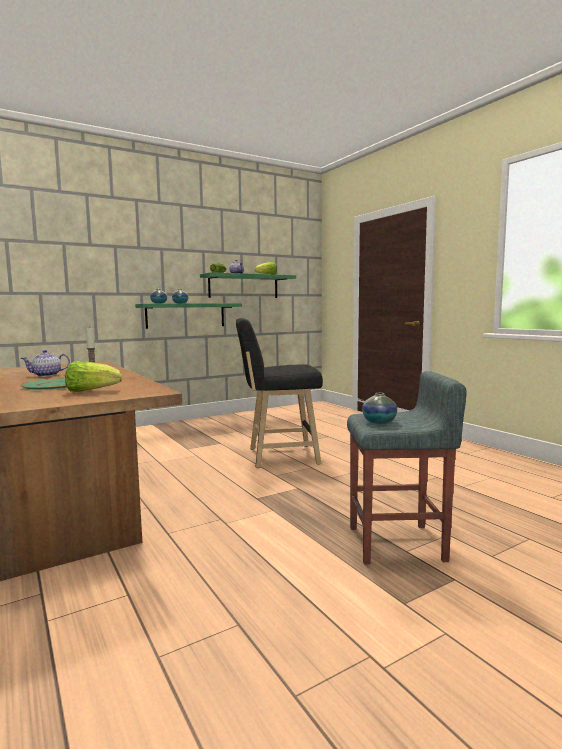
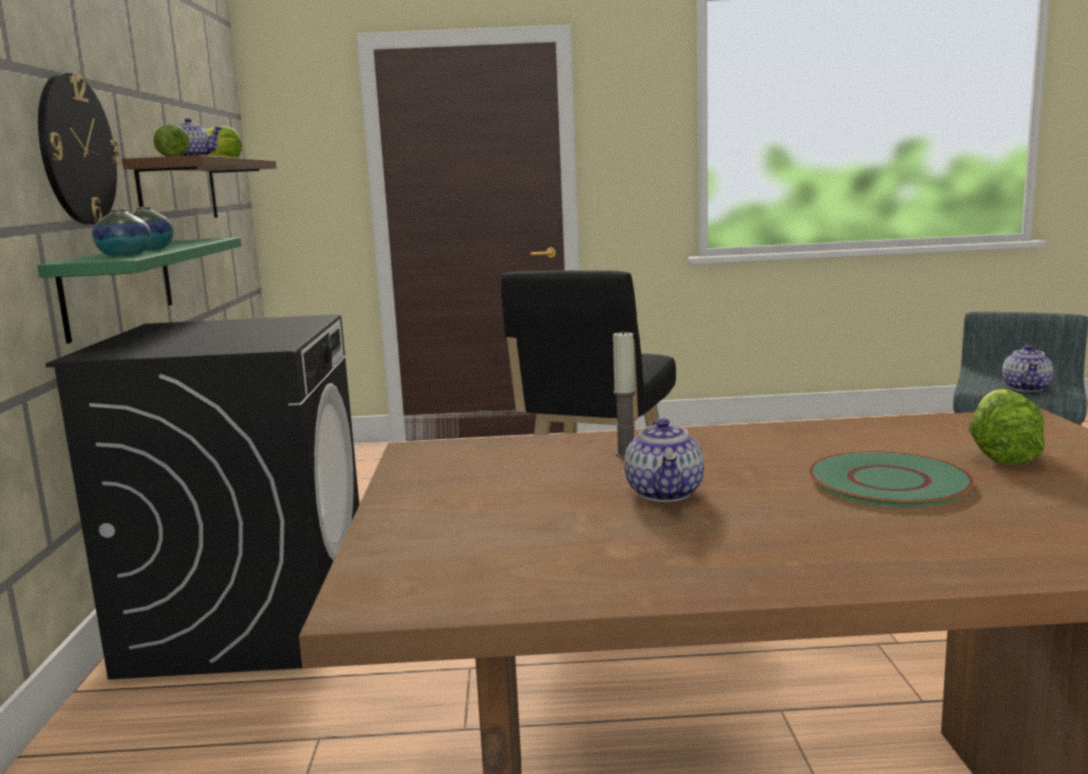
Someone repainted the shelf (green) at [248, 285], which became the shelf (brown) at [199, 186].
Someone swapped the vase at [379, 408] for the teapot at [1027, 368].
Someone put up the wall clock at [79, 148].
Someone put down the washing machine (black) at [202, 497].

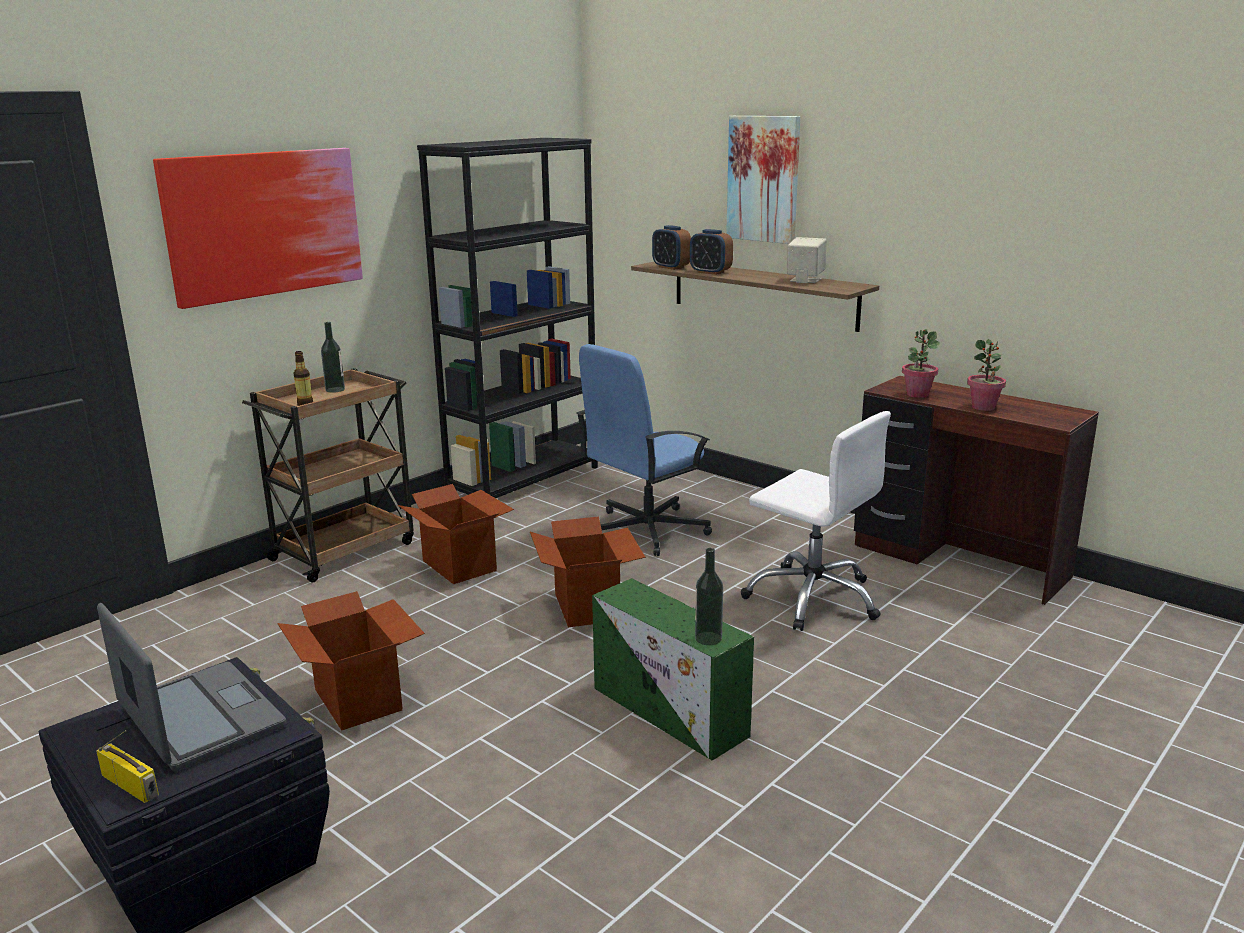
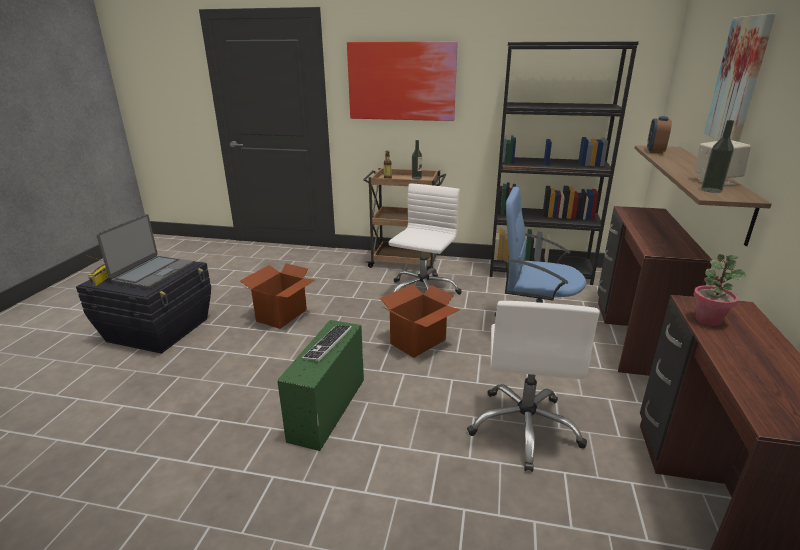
Someone took away the alarm clock at [711, 252].
Someone took away the potted plant at [986, 375].
Someone swapped the cardboard box at [456, 534] for the office chair (white) at [425, 239].
Someone carried the bottle from [709, 596] to [717, 156].
Someone put down the desk (brown) at [655, 291].
Someone put down the keyboard at [327, 343].

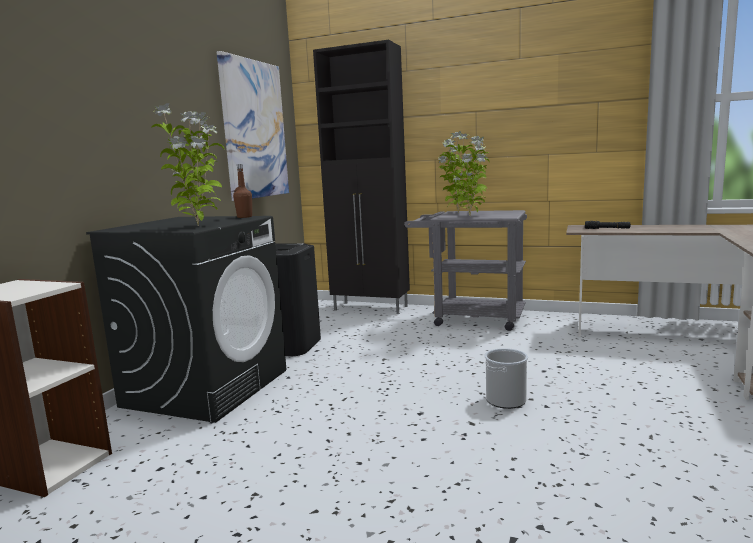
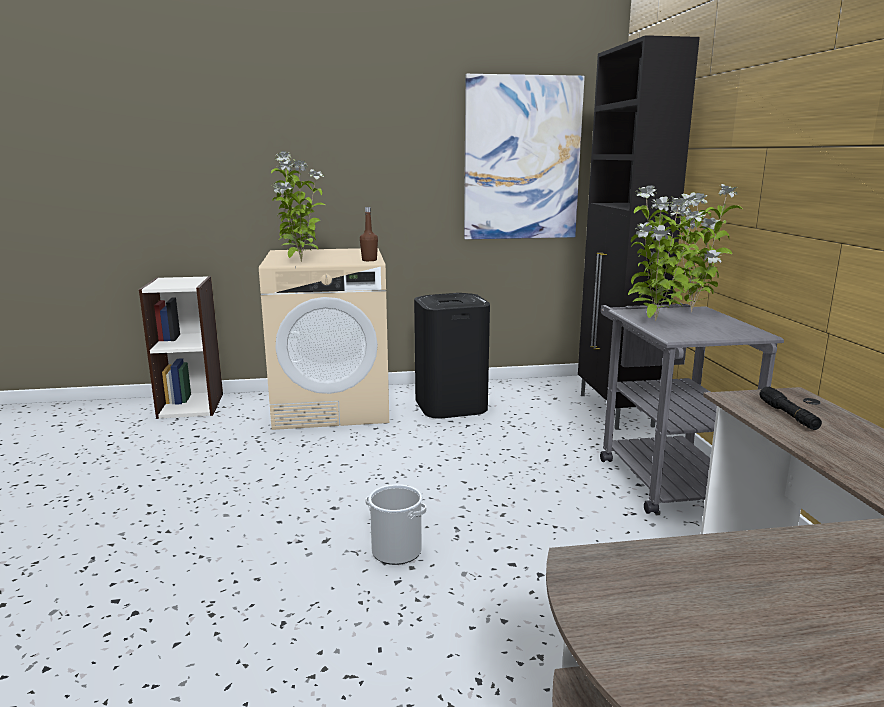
Someone repainted the washing machine (black) at [186, 319], which became the washing machine (beige) at [324, 339].

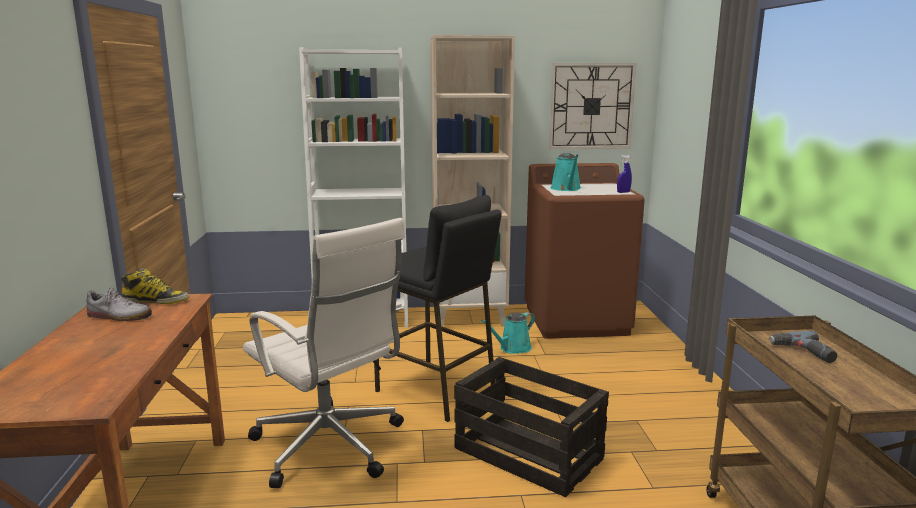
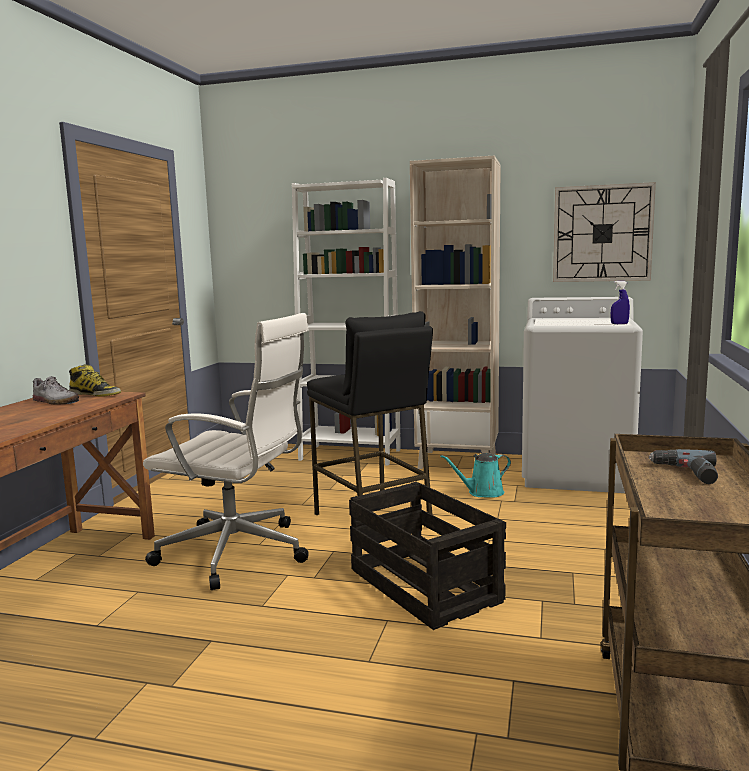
Someone took away the watering can (turquoise) at [566, 172].
Someone repainted the washing machine (brown) at [584, 251], which became the washing machine (white) at [582, 395].
Someone rotated the office chair (white) at [324, 353] by 45 degrees counterclockwise.

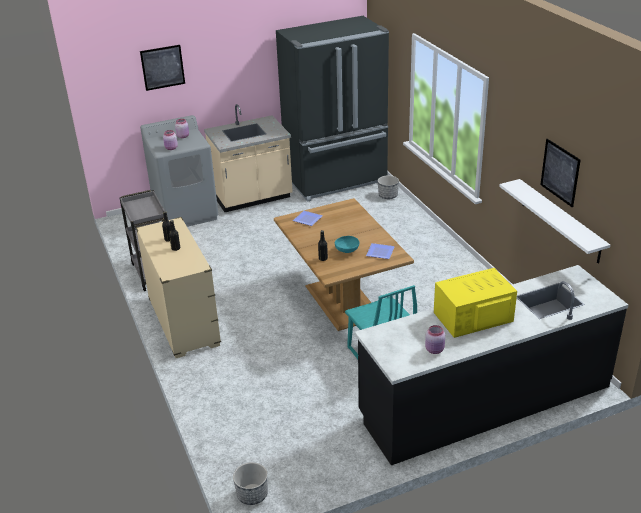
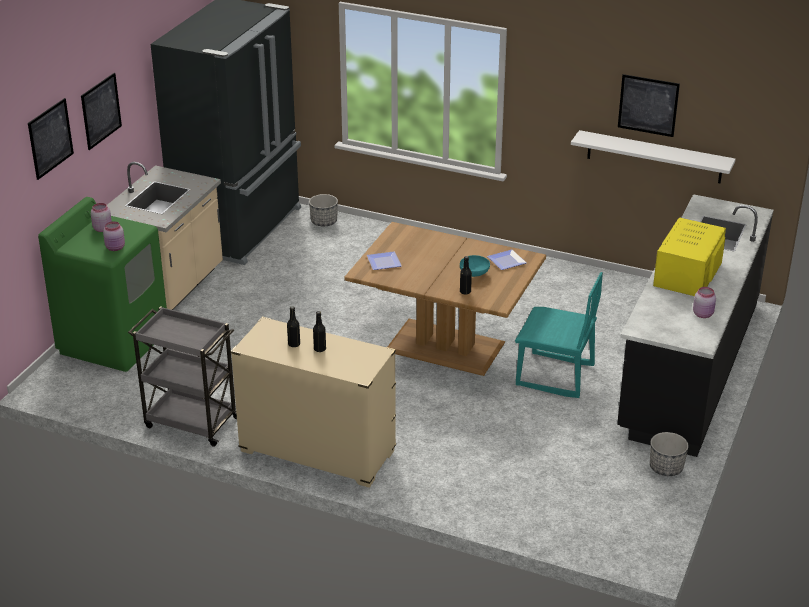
Someone repainted the washing machine (grey) at [179, 171], which became the washing machine (green) at [102, 284].
Someone carried the planter from [250, 483] to [669, 454].
Someone put up the picture at [101, 111].

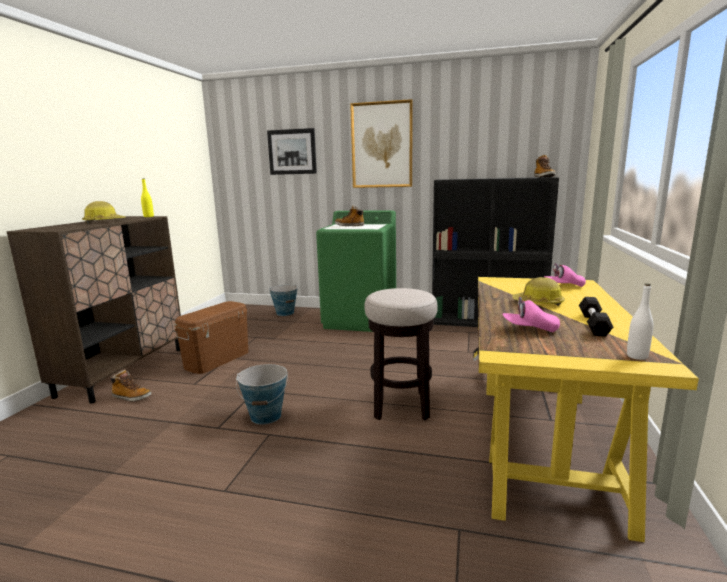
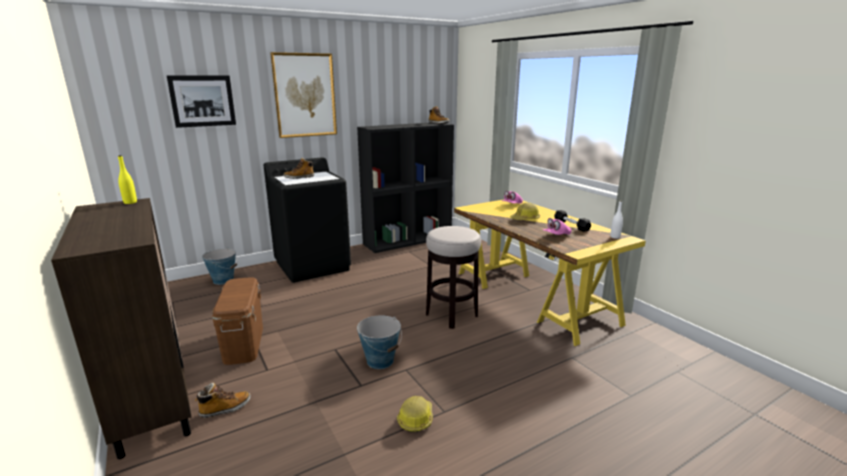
Someone carried the hard hat from [104, 212] to [415, 414].
Someone repainted the washing machine (green) at [356, 271], which became the washing machine (black) at [307, 220].

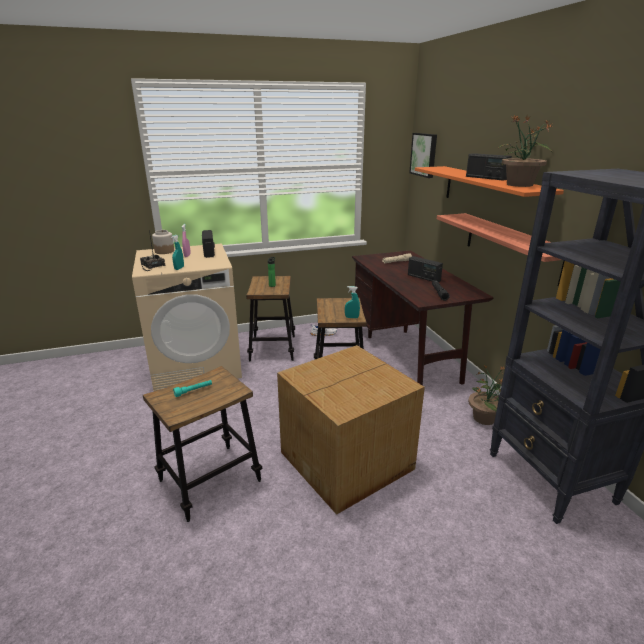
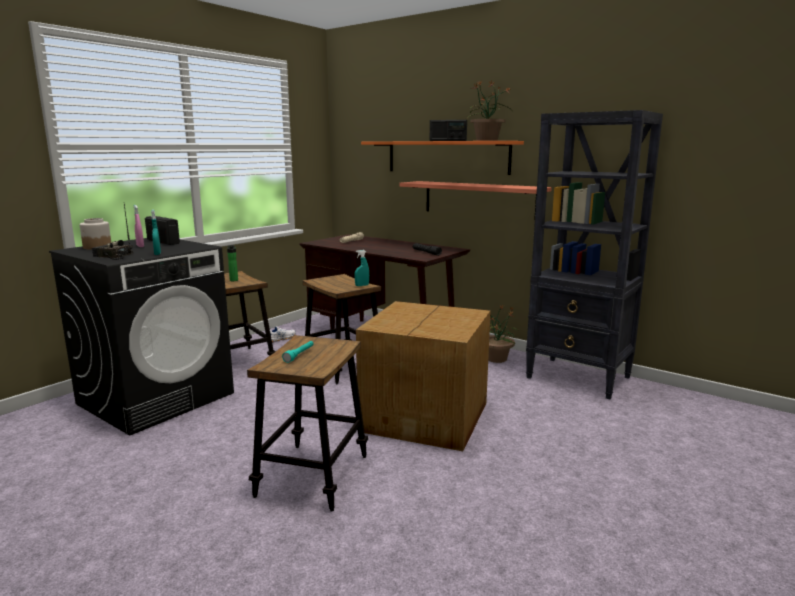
Someone took away the picture at [423, 155].
Someone repainted the washing machine (beige) at [187, 317], which became the washing machine (black) at [141, 337].
Someone took away the radio at [425, 269].

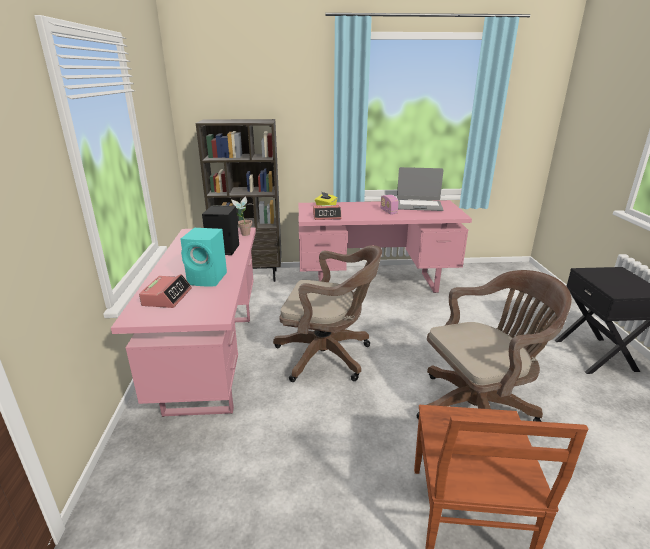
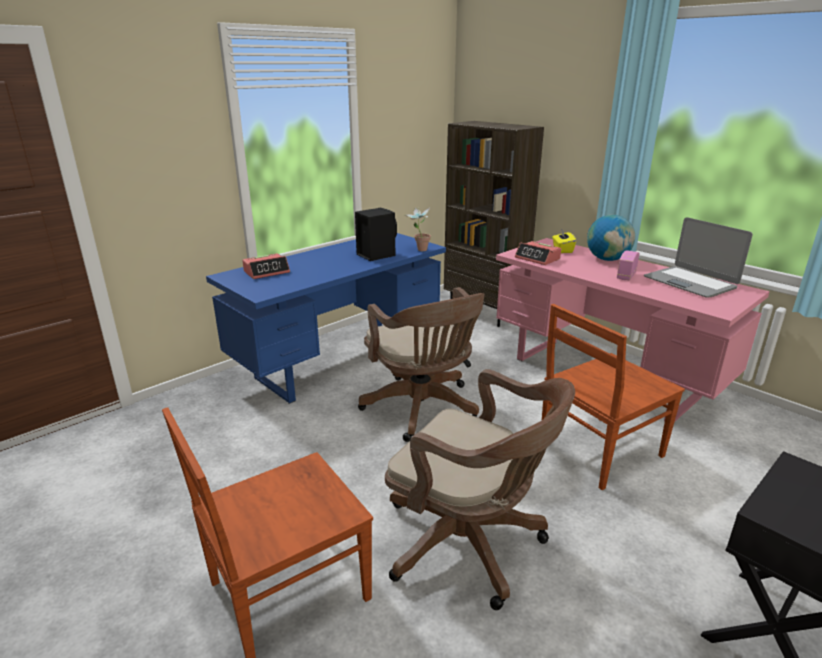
Someone repainted the desk (pink) at [183, 322], which became the desk (blue) at [326, 318].
Someone took away the speaker (turquoise) at [203, 257].
Someone put down the globe at [611, 238].
Someone put down the chair (brown) at [613, 397].

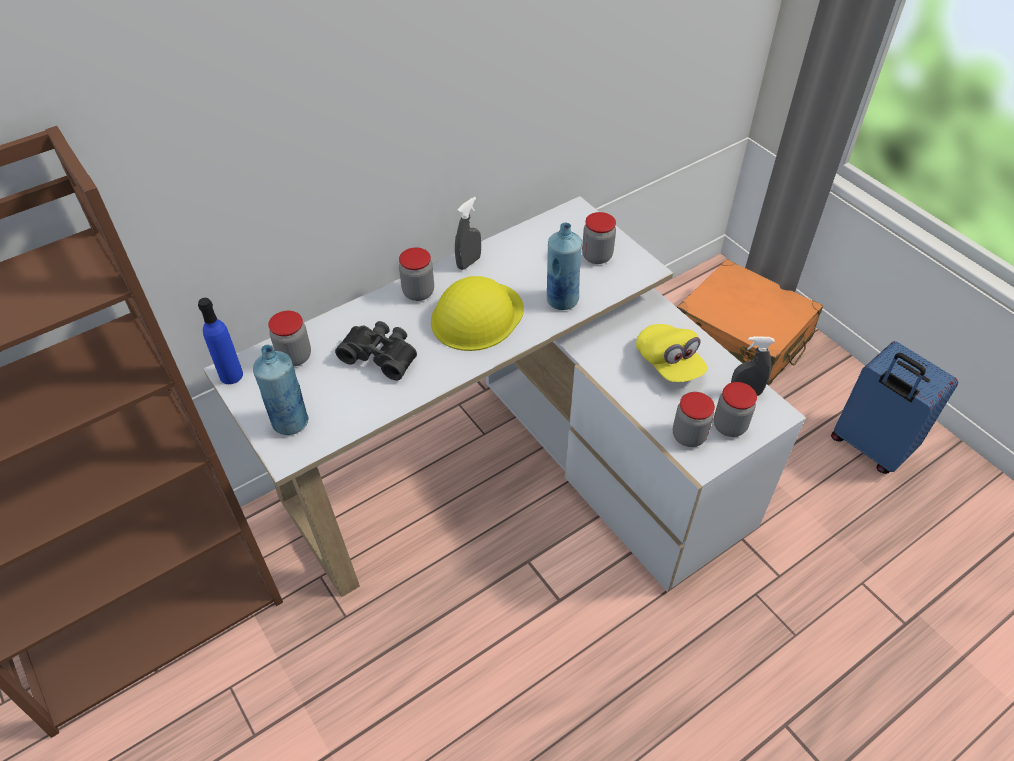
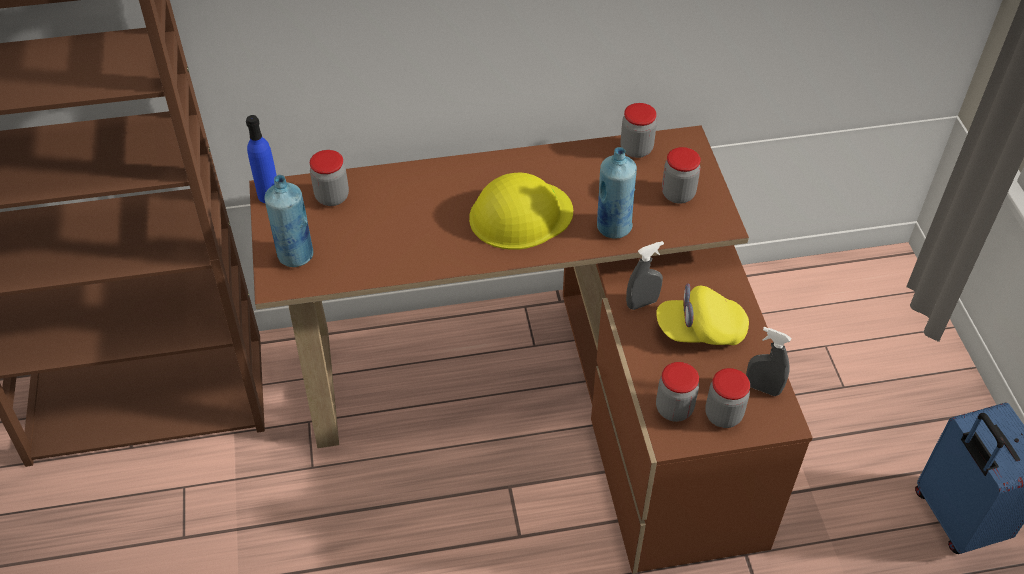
Someone repainted the desk (white) at [504, 396], which became the desk (brown) at [531, 349].
Someone carried the spray bottle (grey) from [468, 233] to [645, 275].
Someone carried the jar from [416, 274] to [638, 130].
Someone took away the suitcase (orange) at [750, 322].
Someone took away the binoculars (black) at [376, 350].
Someone rotated the cap (yellow) at [671, 353] by 90 degrees clockwise.

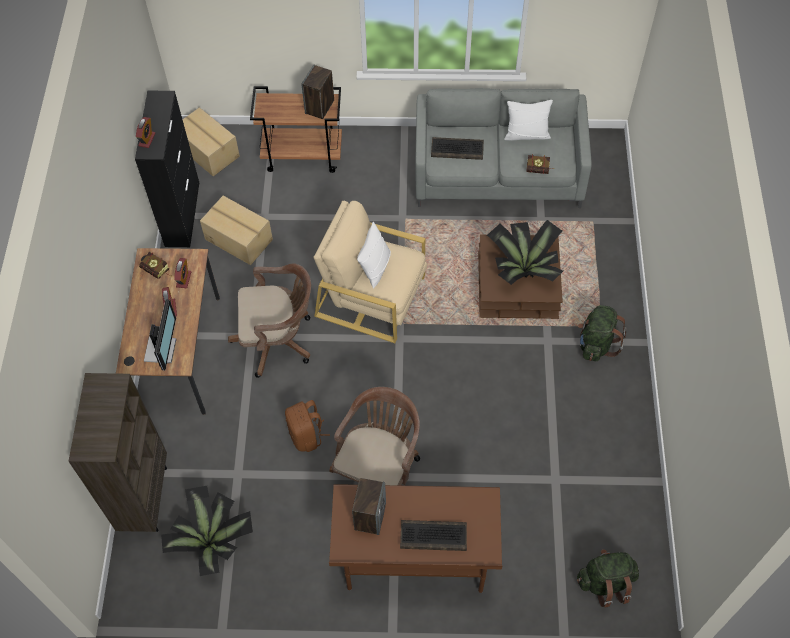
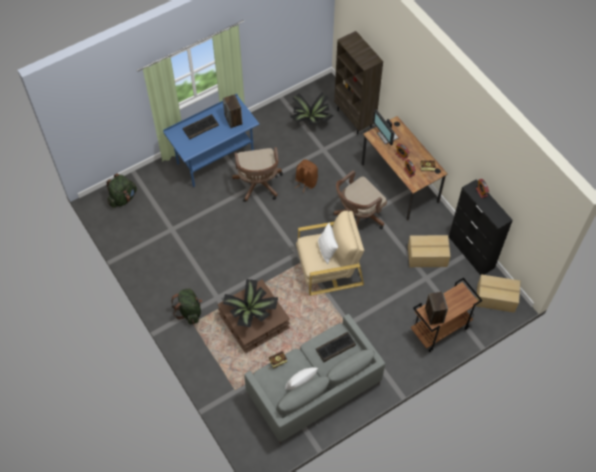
Someone repainted the desk (brown) at [415, 538], which became the desk (blue) at [211, 140].

